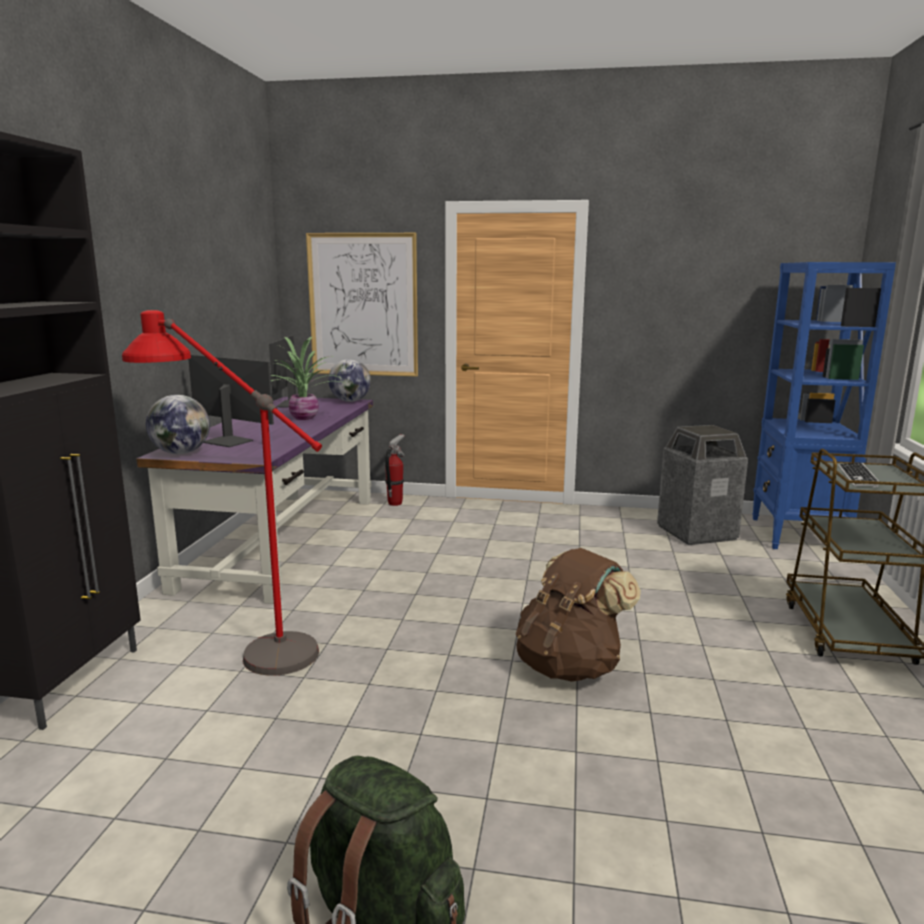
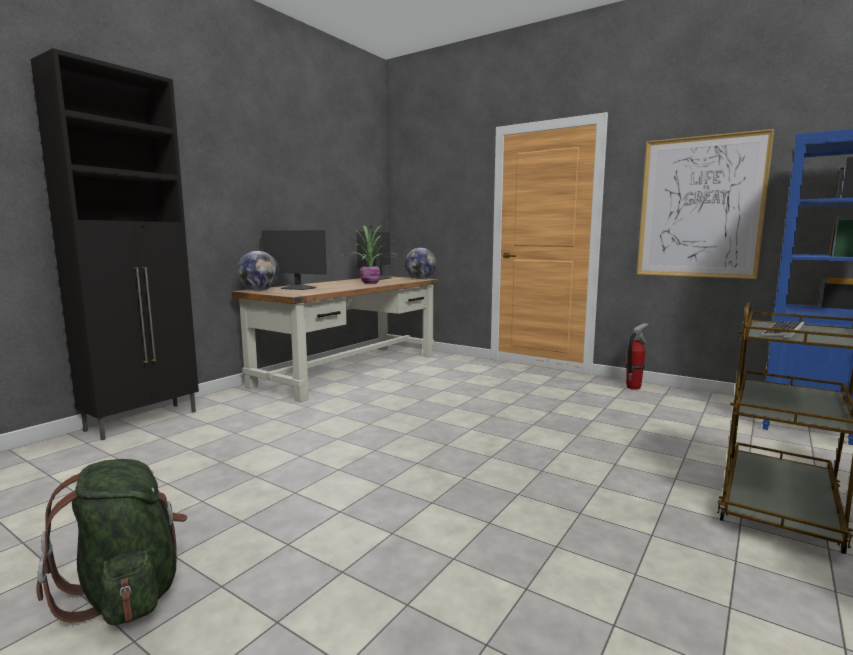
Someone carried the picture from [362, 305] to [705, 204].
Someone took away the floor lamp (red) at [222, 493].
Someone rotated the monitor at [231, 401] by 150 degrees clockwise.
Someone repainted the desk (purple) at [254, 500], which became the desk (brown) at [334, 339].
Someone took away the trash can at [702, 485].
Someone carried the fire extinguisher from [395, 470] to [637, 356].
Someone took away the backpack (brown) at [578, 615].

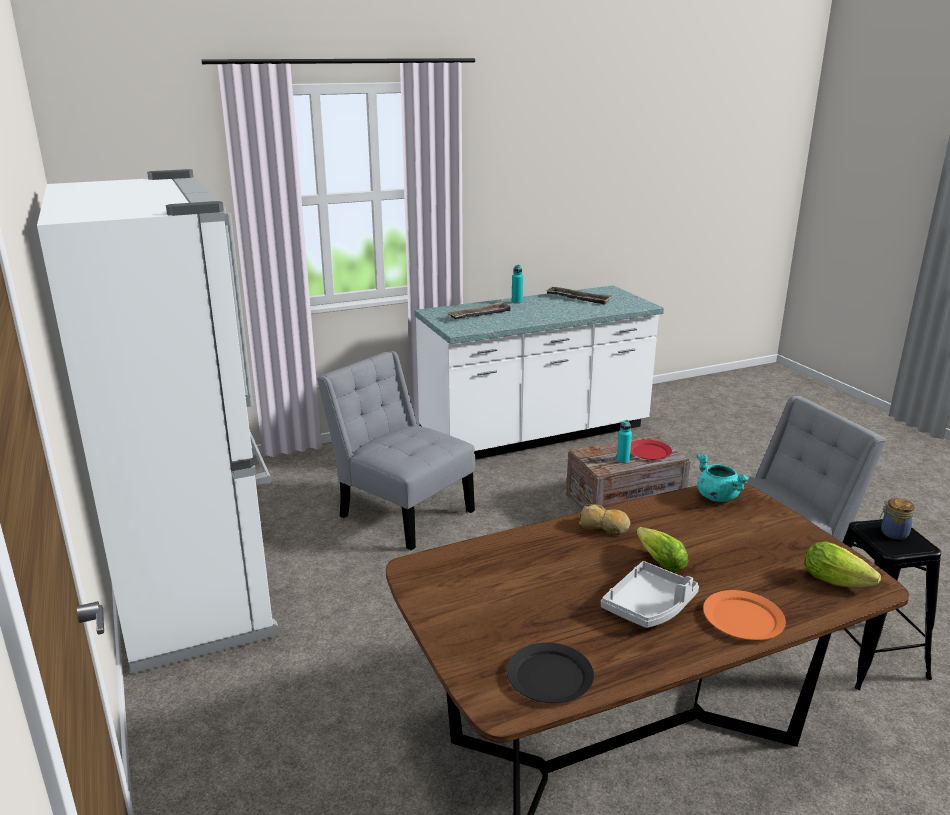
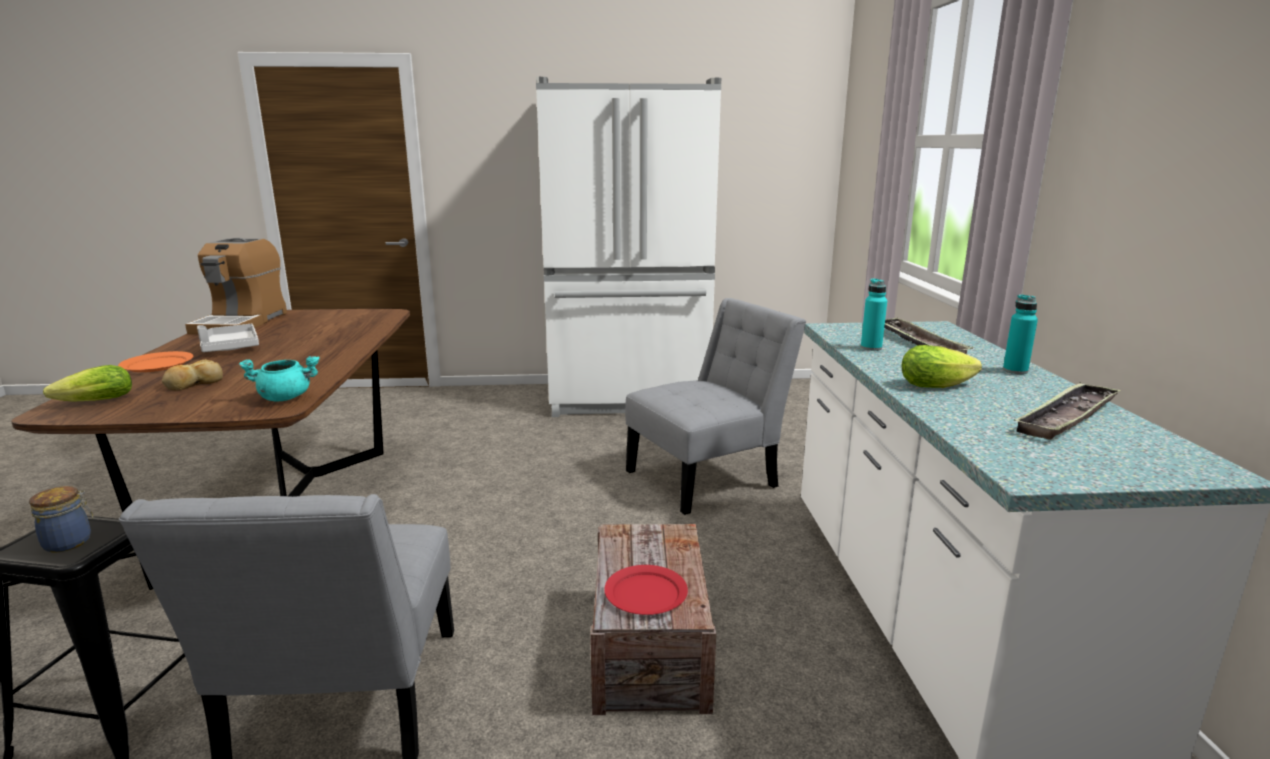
Someone carried the bottle (turquoise) from [624, 442] to [874, 314].
Someone carried the bread from [604, 519] to [192, 374].
Someone carried the lettuce from [662, 549] to [942, 366].
Someone swapped the plate (black) at [550, 673] for the coffee machine at [236, 286].

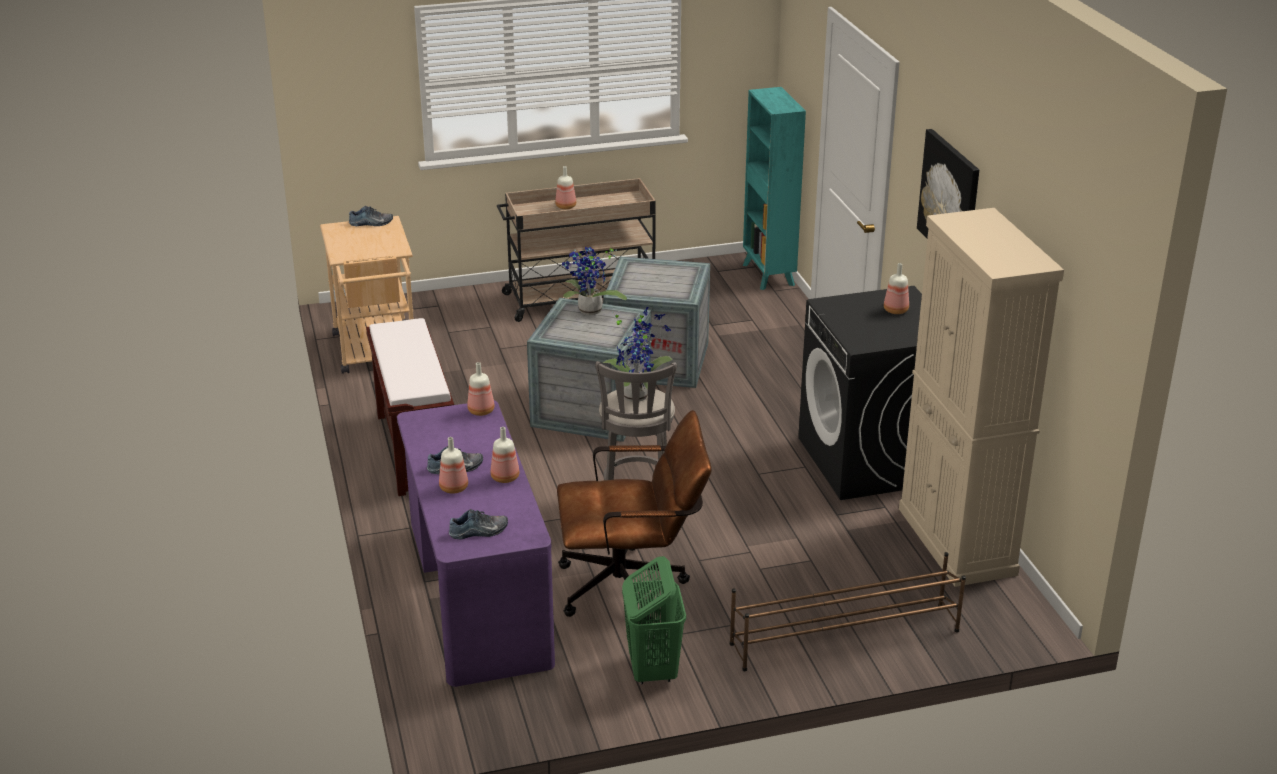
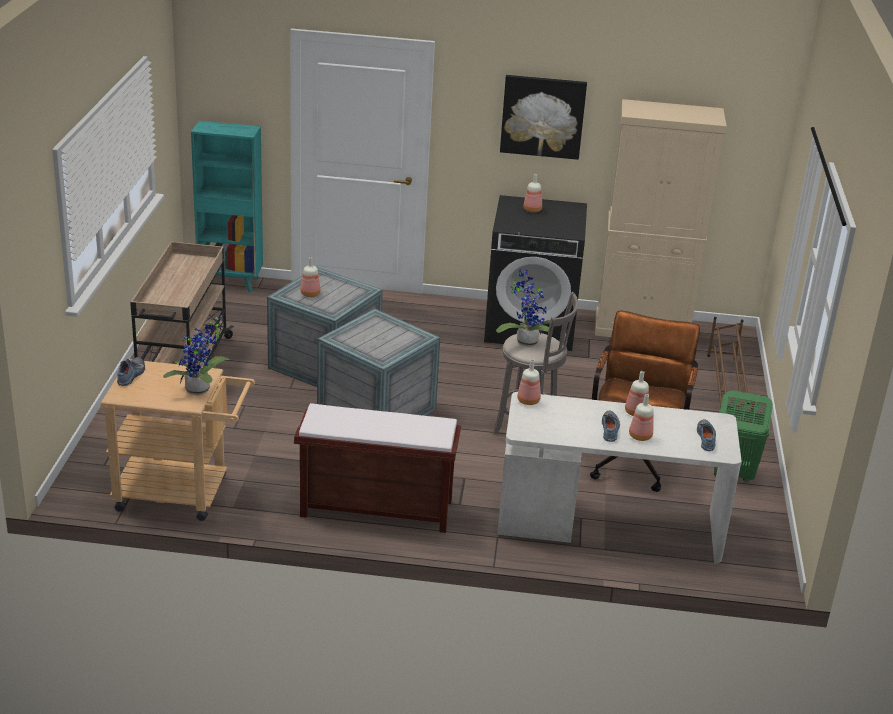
Someone carried the bottle from [565, 187] to [311, 277].
Someone carried the potted plant from [594, 281] to [196, 355].
Someone repainted the desk (purple) at [476, 543], which became the desk (white) at [619, 478].

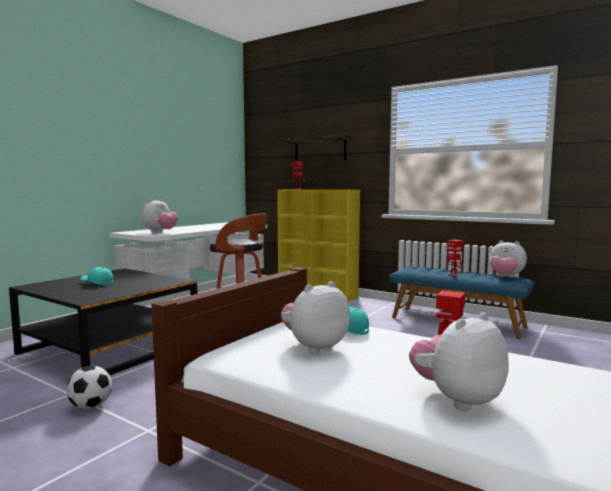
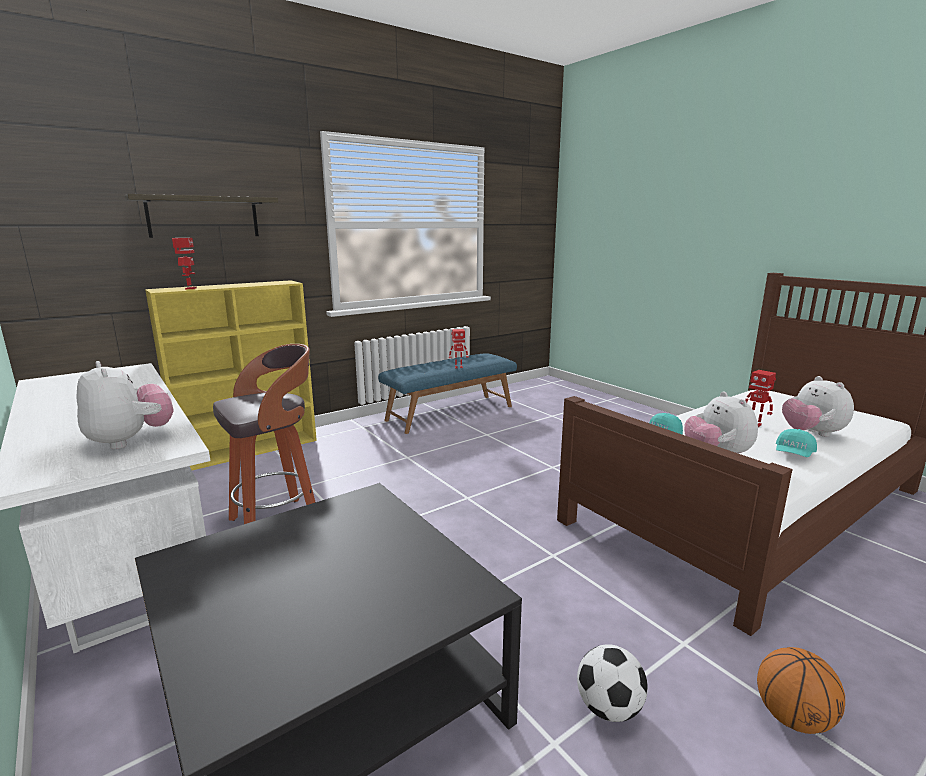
Someone took away the plush toy at [508, 259].
Someone carried the cap (turquoise) from [97, 276] to [796, 443].
Someone put down the basketball at [801, 690].

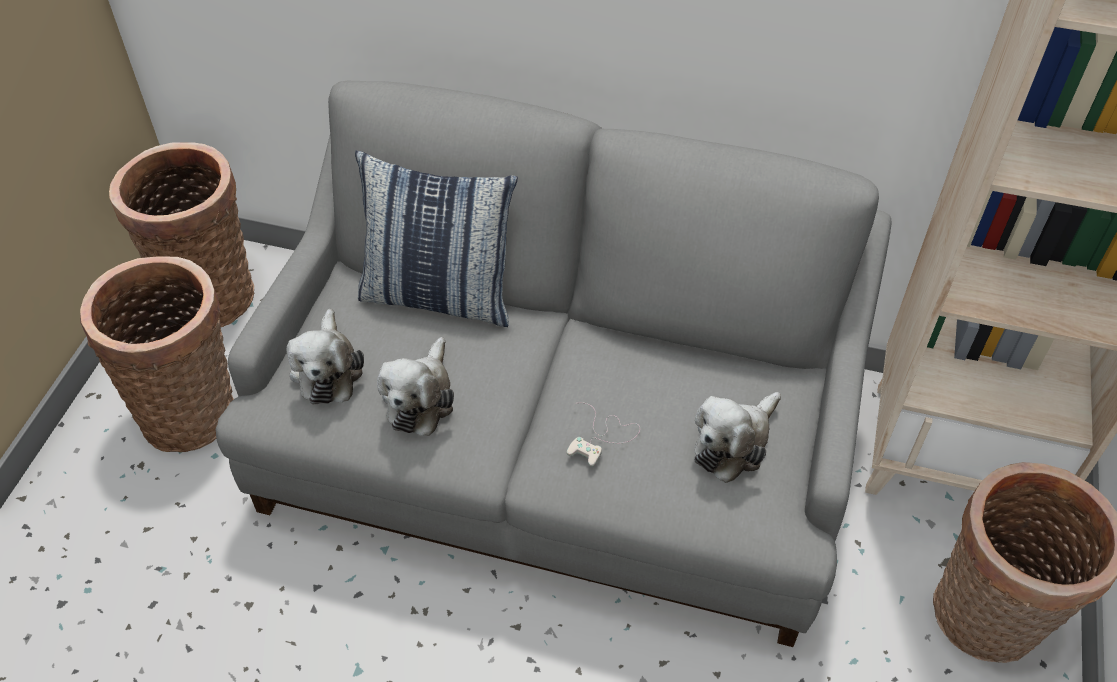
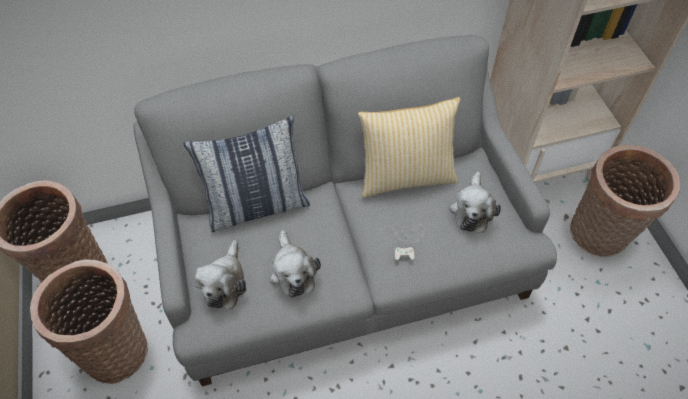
Someone rotated the plush toy at [325, 356] by 45 degrees clockwise.
Someone put down the pillow at [409, 147].

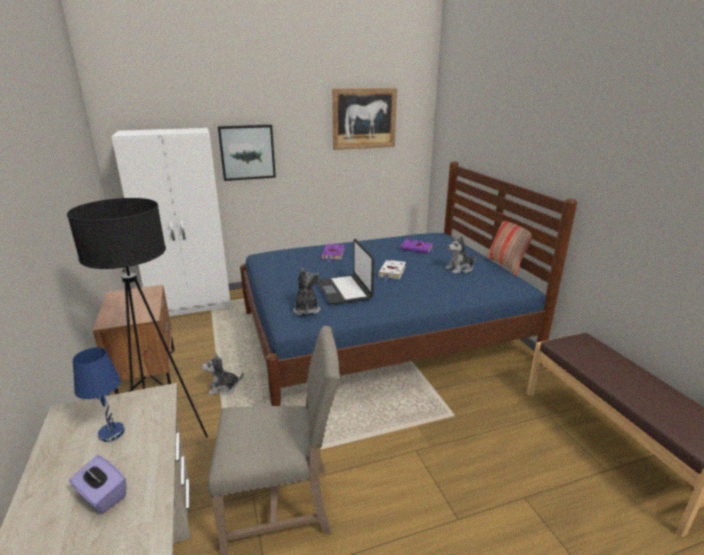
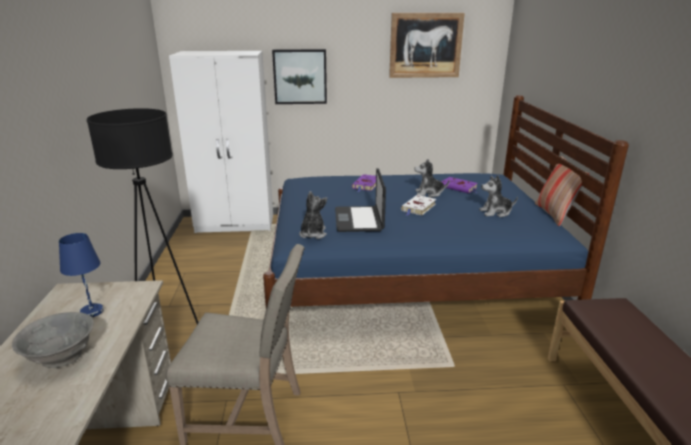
Someone took away the nightstand (brown) at [134, 339].
Someone carried the plush toy from [223, 374] to [432, 178].
Someone swapped the tissue box (purple) at [98, 484] for the bowl (grey) at [53, 340].

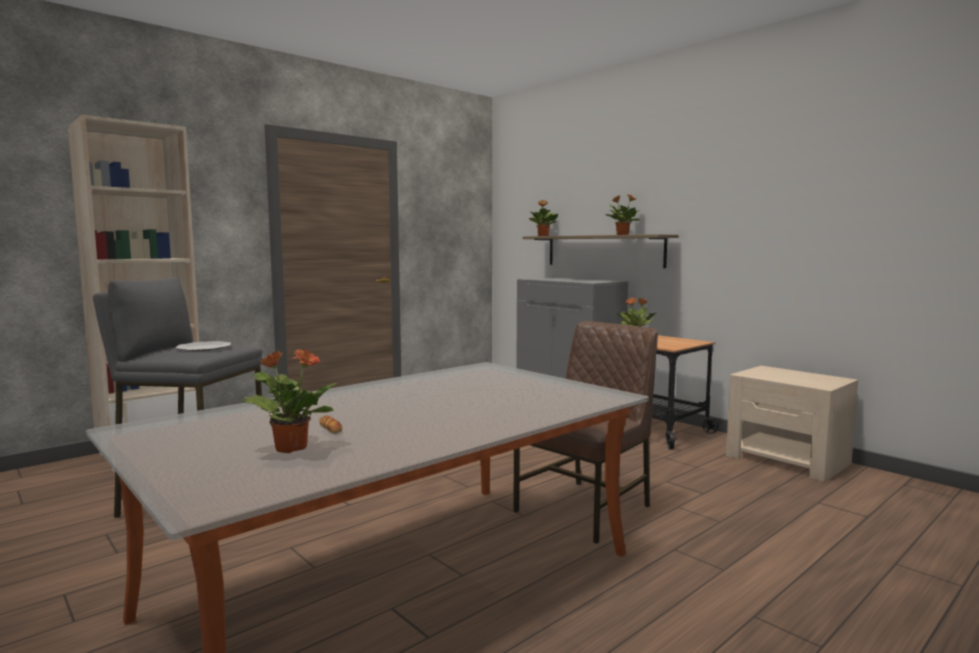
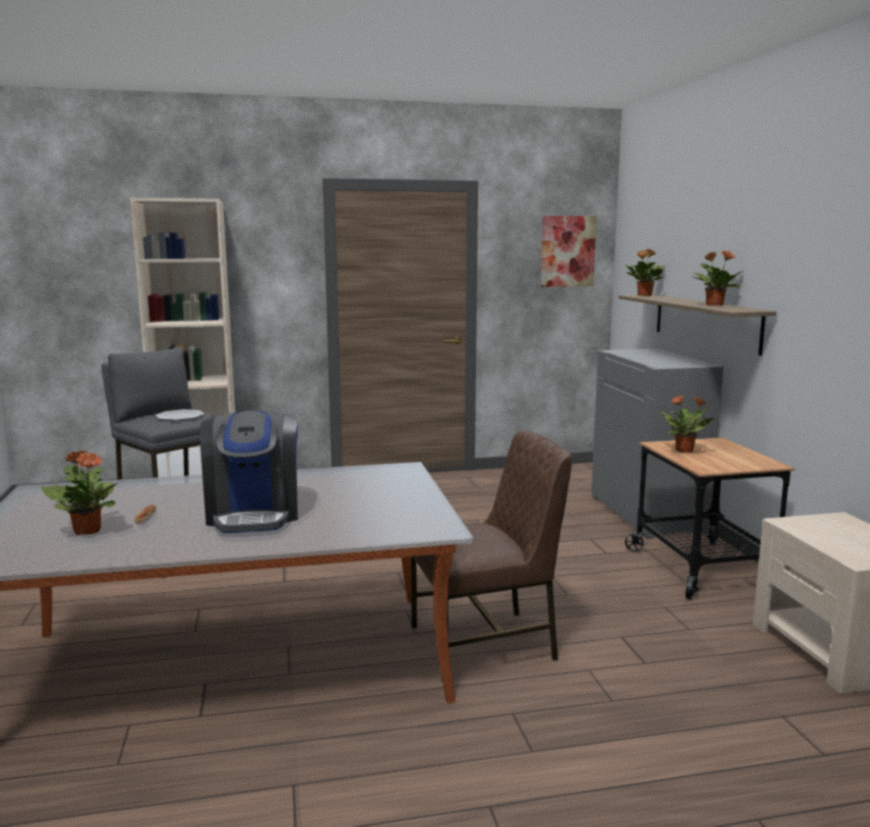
Someone put up the picture at [568, 251].
Someone put down the coffee machine at [249, 472].

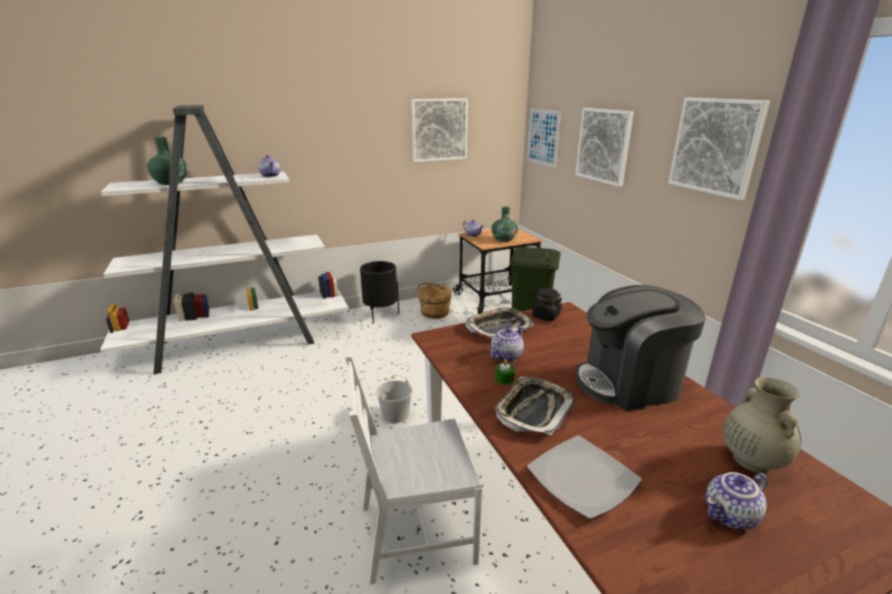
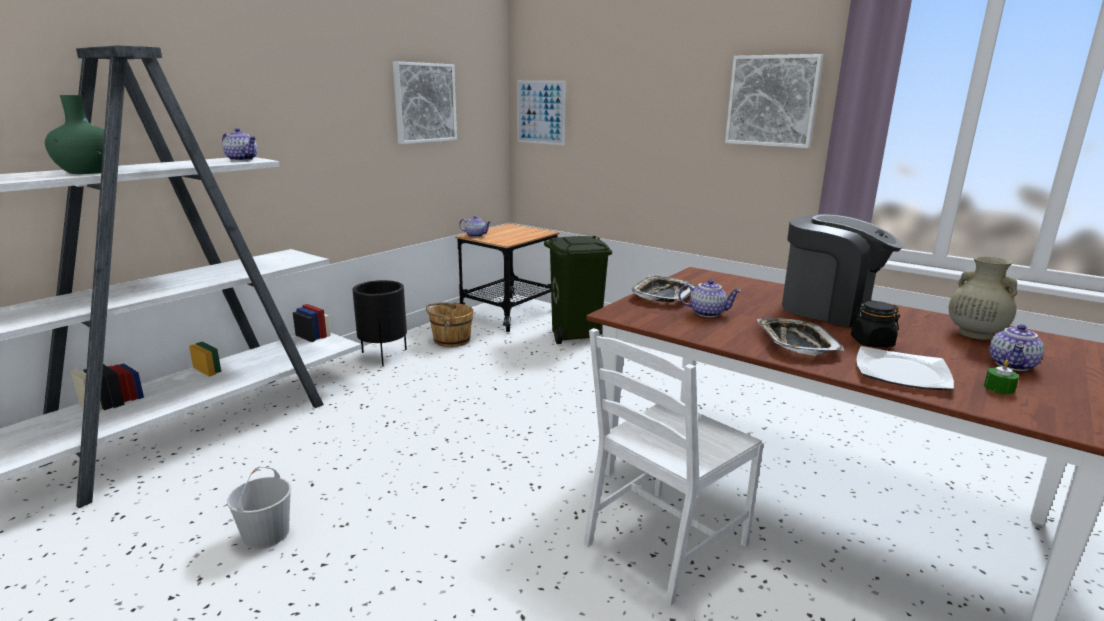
Someone took away the picture at [604, 147].
Someone took away the vase (green) at [505, 224].
Someone rotated the coffee machine at [640, 348] by 105 degrees counterclockwise.
Someone carried the jar (black) from [547, 304] to [875, 324].
Someone rotated the teapot at [507, 344] by 90 degrees clockwise.
Someone carried the candle (green) from [505, 371] to [1001, 377].
Someone carried the bucket (white) from [394, 399] to [259, 508].

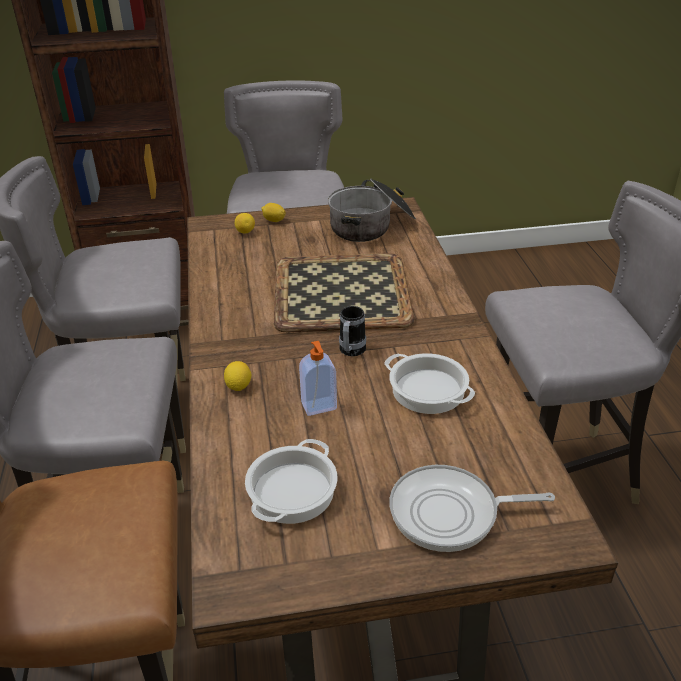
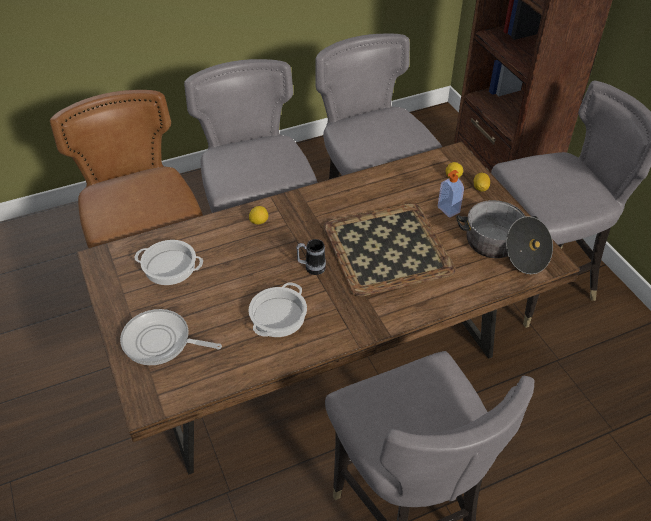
Someone carried the soap dispenser from [318, 378] to [451, 194].
Someone rotated the frying pan at [472, 508] by 60 degrees counterclockwise.

